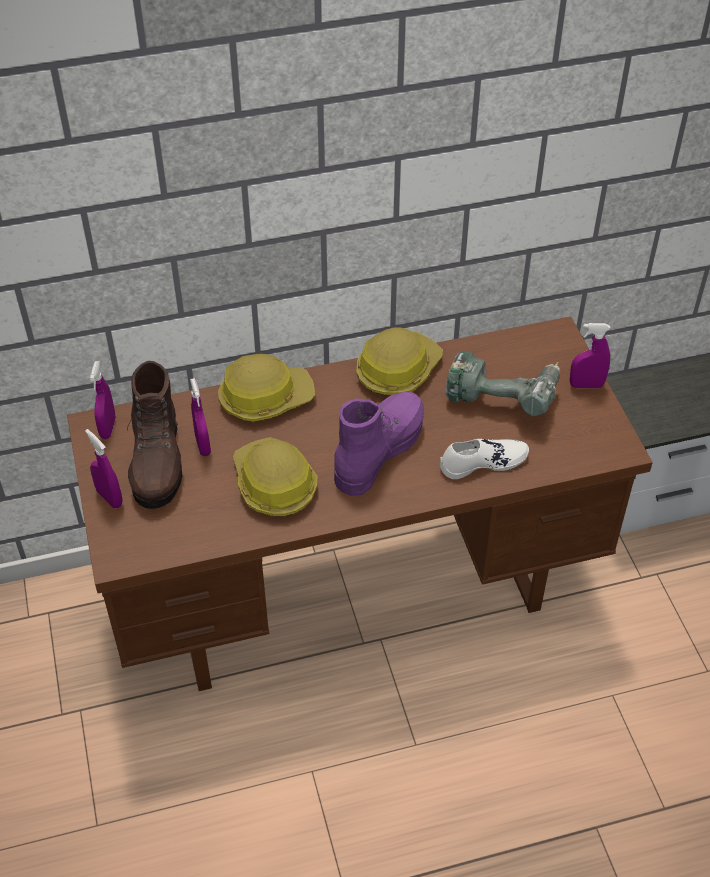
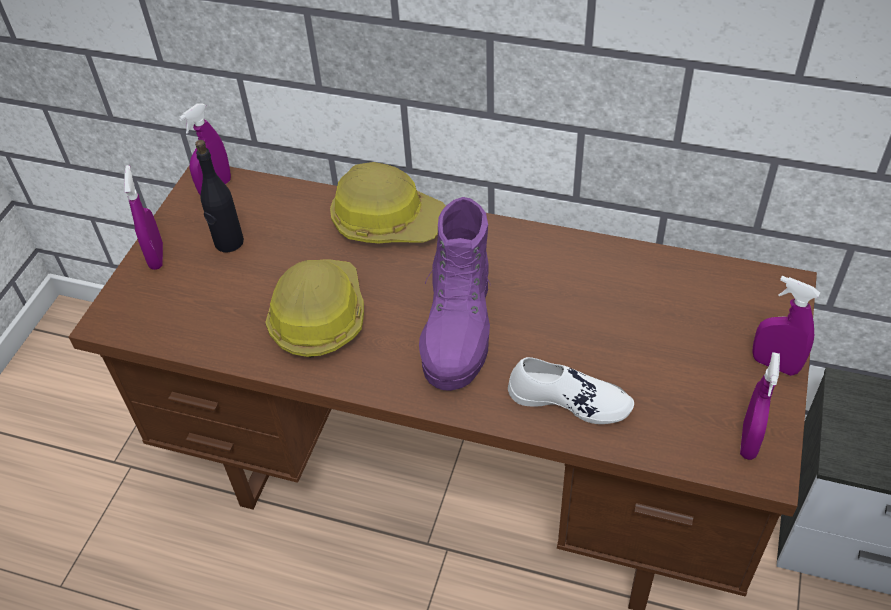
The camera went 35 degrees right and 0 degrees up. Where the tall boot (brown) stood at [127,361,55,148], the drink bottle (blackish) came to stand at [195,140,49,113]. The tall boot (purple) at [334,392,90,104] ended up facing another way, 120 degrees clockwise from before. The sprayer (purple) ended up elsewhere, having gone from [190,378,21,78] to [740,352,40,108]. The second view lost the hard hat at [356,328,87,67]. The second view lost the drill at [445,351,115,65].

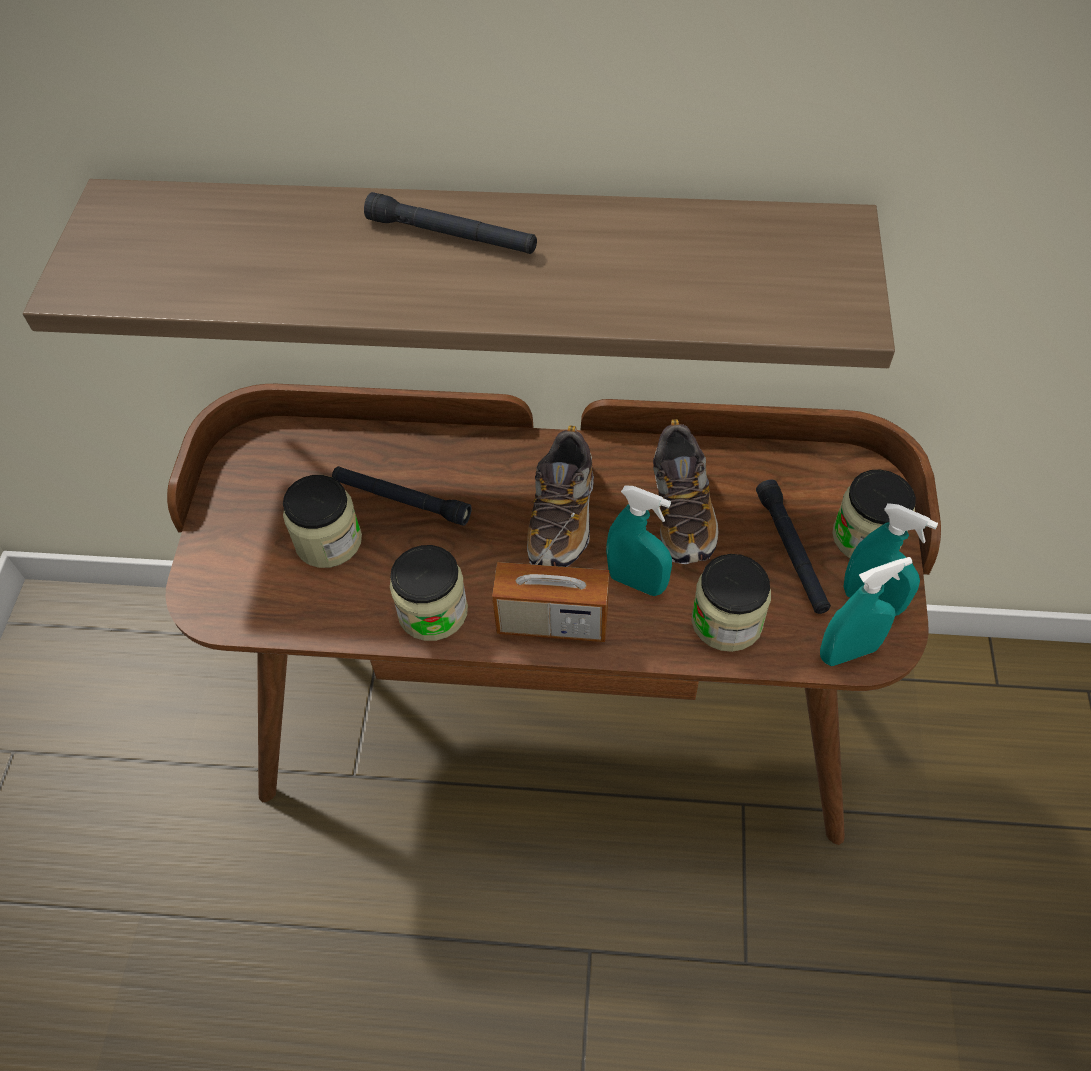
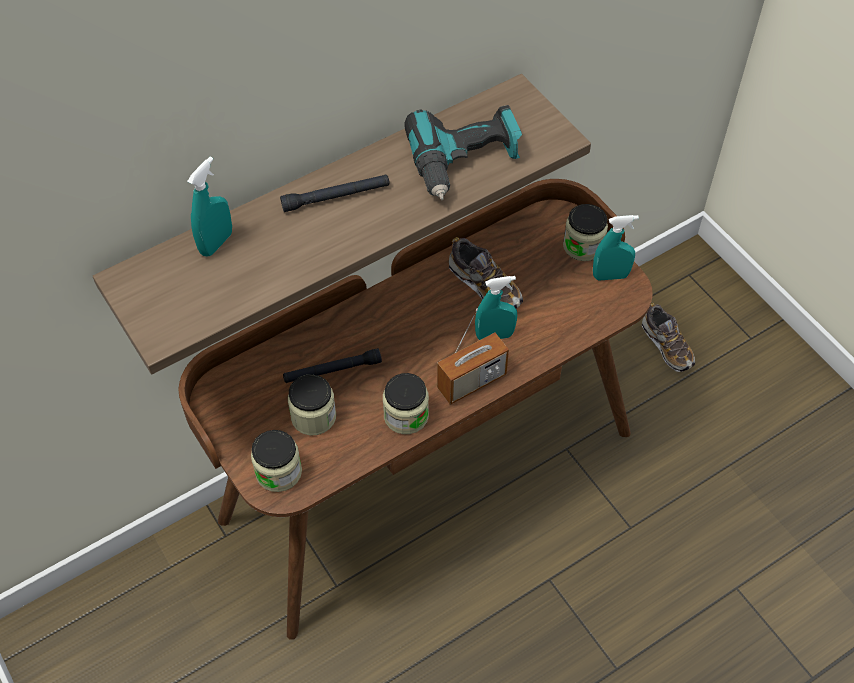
The camera went 40 degrees left and 0 degrees up. The sprayer (blue-green) ended up elsewhere, having gone from [820,557,93,109] to [187,156,45,101]. The storage jar ended up elsewhere, having gone from [692,554,79,98] to [251,430,51,62]. The second view gained the drill at [404,105,118,95]. The shoe ended up elsewhere, having gone from [527,425,67,142] to [641,303,54,69]. The second view lost the torch (blackish) at [756,479,75,135].

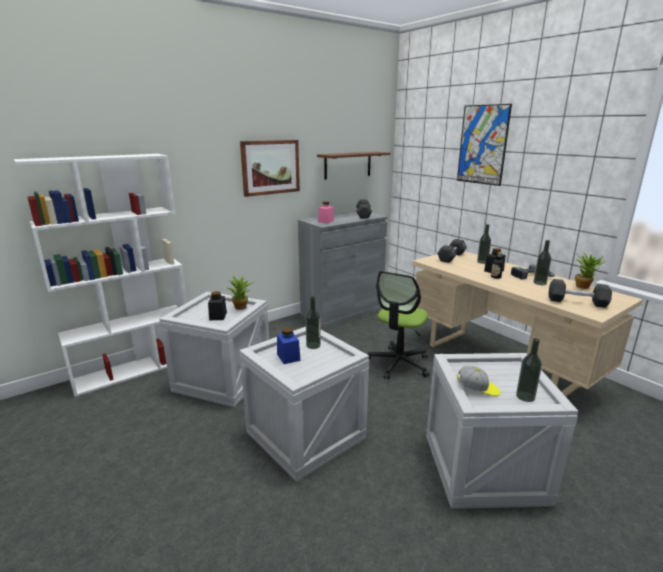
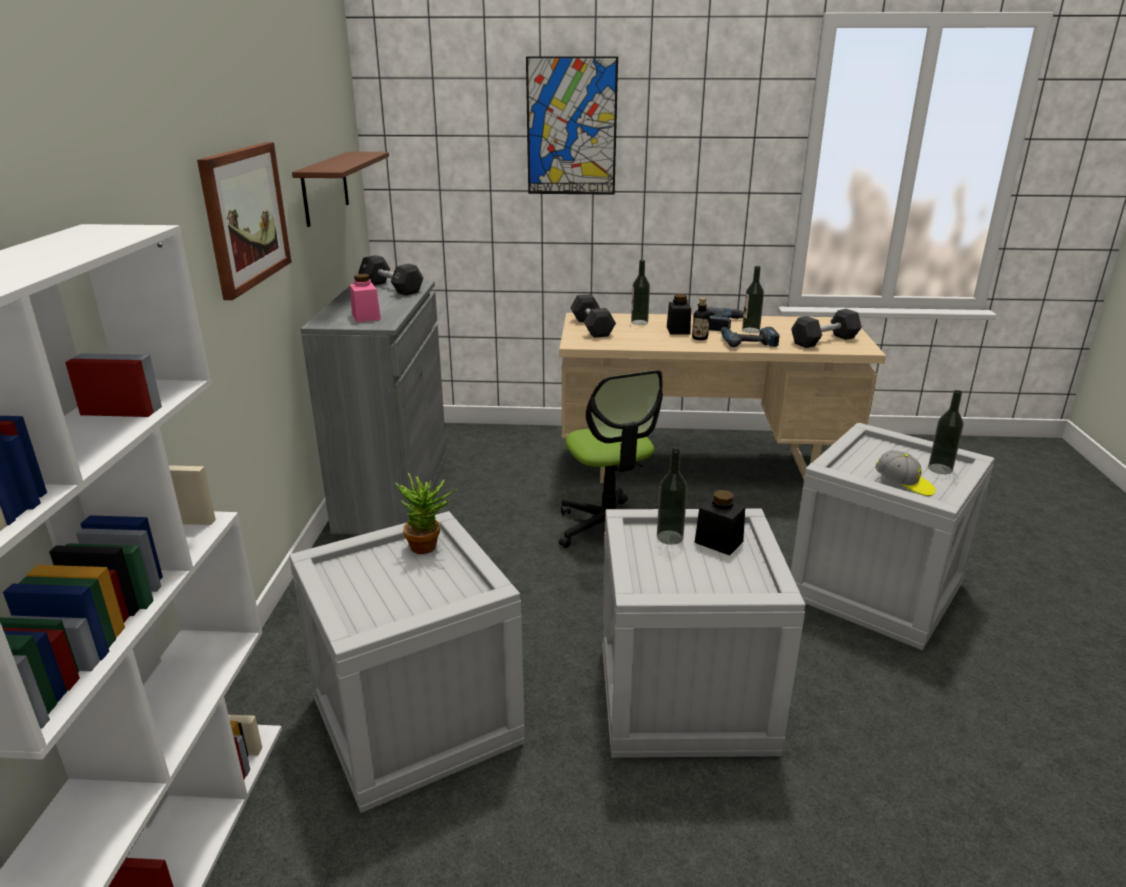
The camera went 50 degrees left and 5 degrees up. The storage jar (blackish) ended up elsewhere, having gone from [208,291,19,29] to [694,490,51,66]. The second view gained the drill at [721,327,59,20]. The cap at [457,366,43,30] ended up facing another way, 75 degrees clockwise from before. The second view lost the storage jar (blue-coloured) at [277,328,24,36]. The second view lost the potted plant at [575,253,30,36].

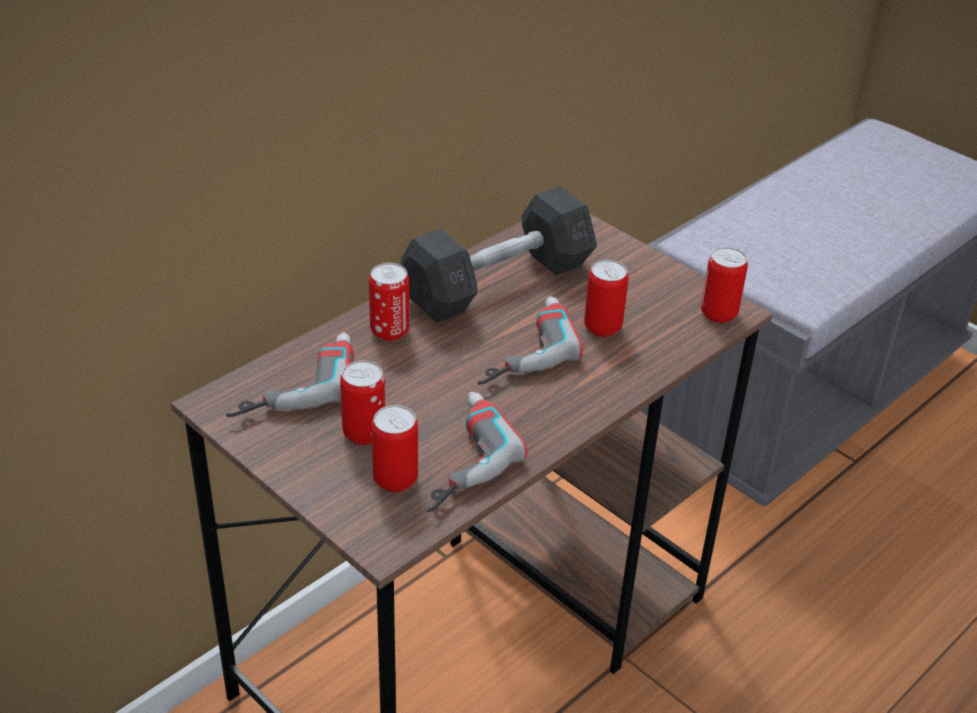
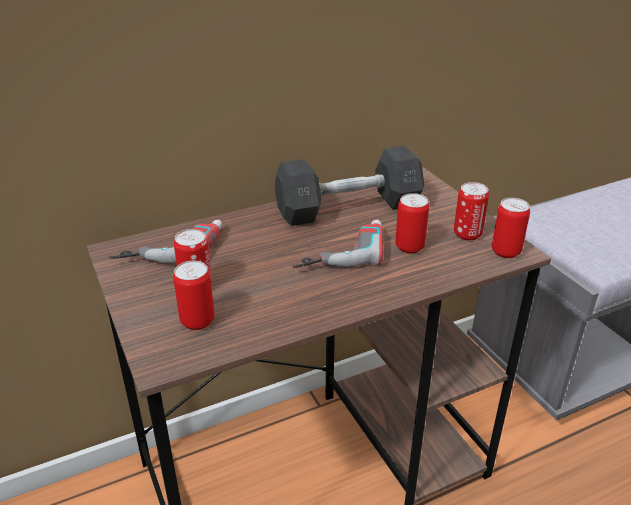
The camera went 20 degrees right and 5 degrees down. The metal can ended up elsewhere, having gone from [369,263,41,78] to [454,182,35,59]. The second view lost the drill at [427,392,101,120].

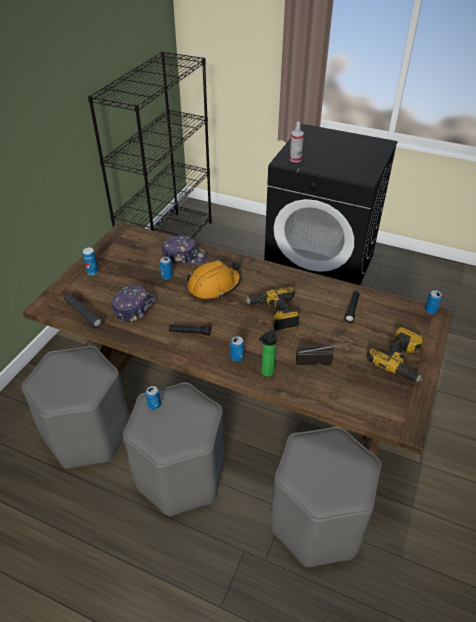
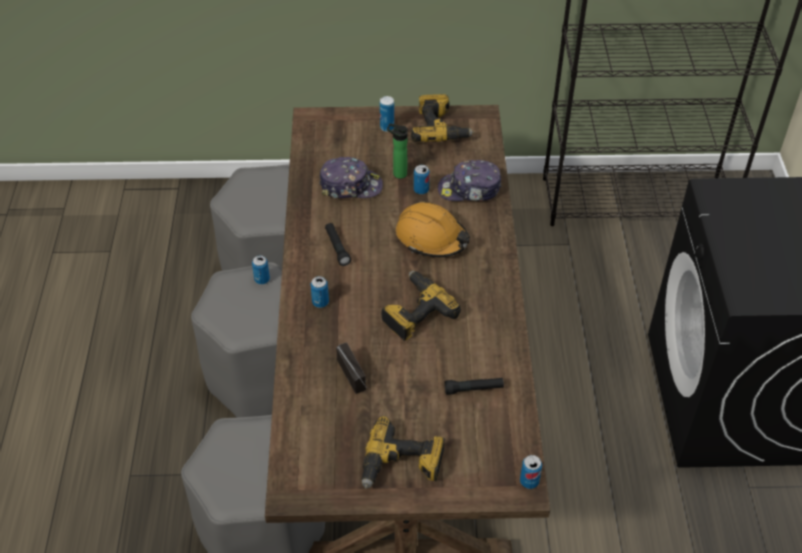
The camera went 65 degrees right and 5 degrees up. The drink bottle ended up elsewhere, having gone from [259,330,17,47] to [387,124,21,55]. The second view gained the drill at [411,94,63,48]. The cap at [162,235,45,30] ended up facing another way, 105 degrees clockwise from before. The second view lost the torch (greyish) at [64,293,39,36]. The second view lost the sprayer at [290,122,14,40].

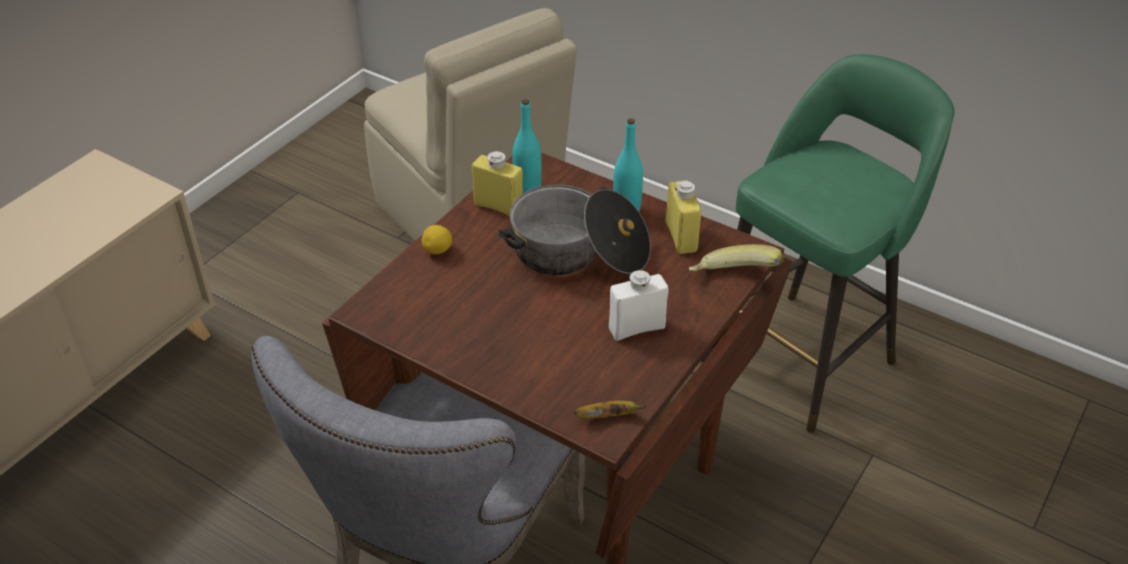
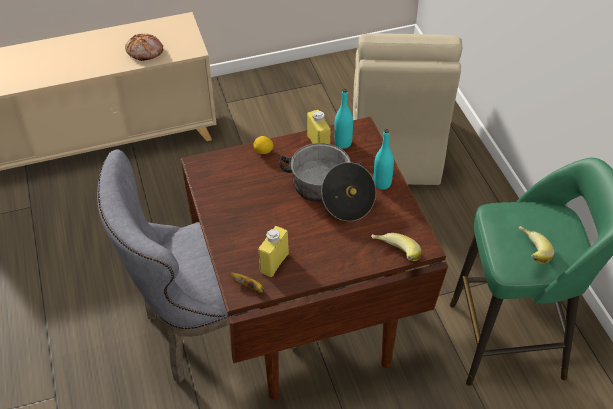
The camera went 40 degrees right and 5 degrees up. The second view gained the baked bread at [125,34,38,27]. The drink bottle (yellowish) ended up elsewhere, having gone from [666,180,35,74] to [259,226,30,51]. The second view gained the banana at [519,226,35,38]. The second view lost the drink bottle (white) at [609,270,59,71].

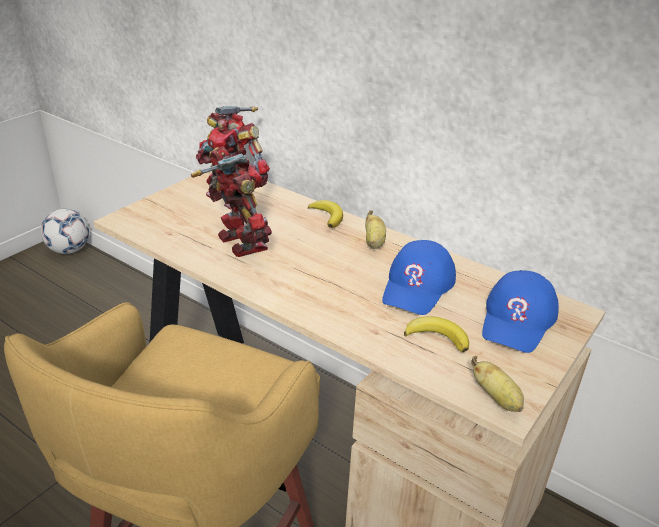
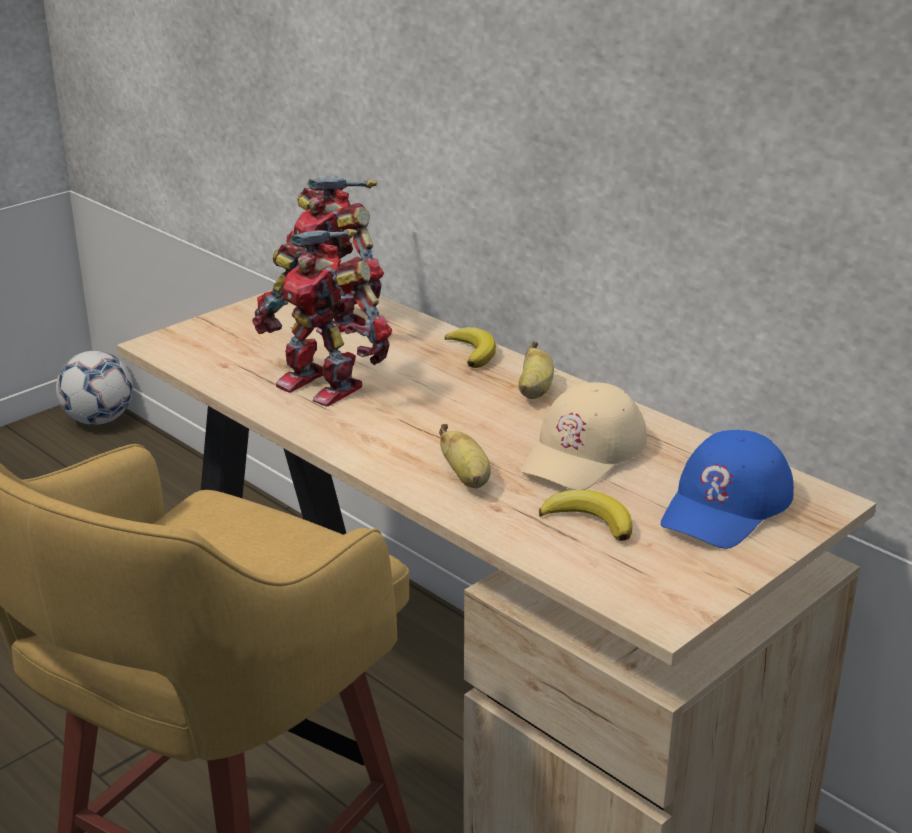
The camera went 10 degrees right and 5 degrees down. The toy robot at [191,146,81,111] ended up facing another way, 150 degrees clockwise from before. The banana ended up elsewhere, having gone from [471,356,53,56] to [439,424,52,64]. What was the cap (blue-coloured) at [382,240,74,75] turned into the cap (sand-coloured) at [520,382,127,108].

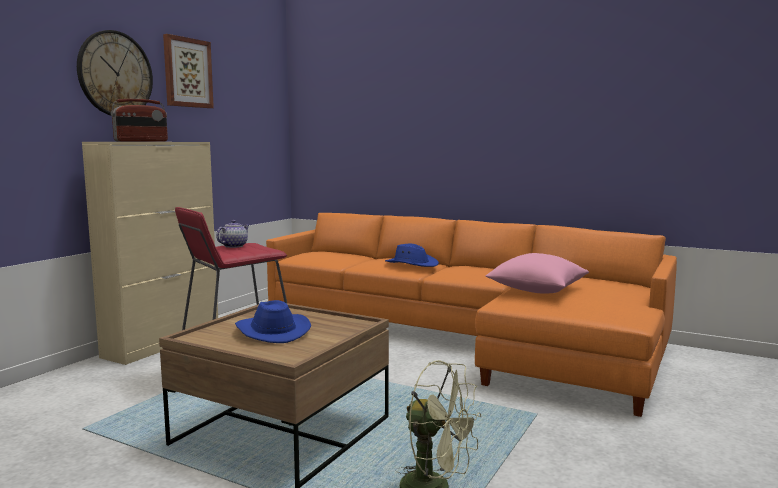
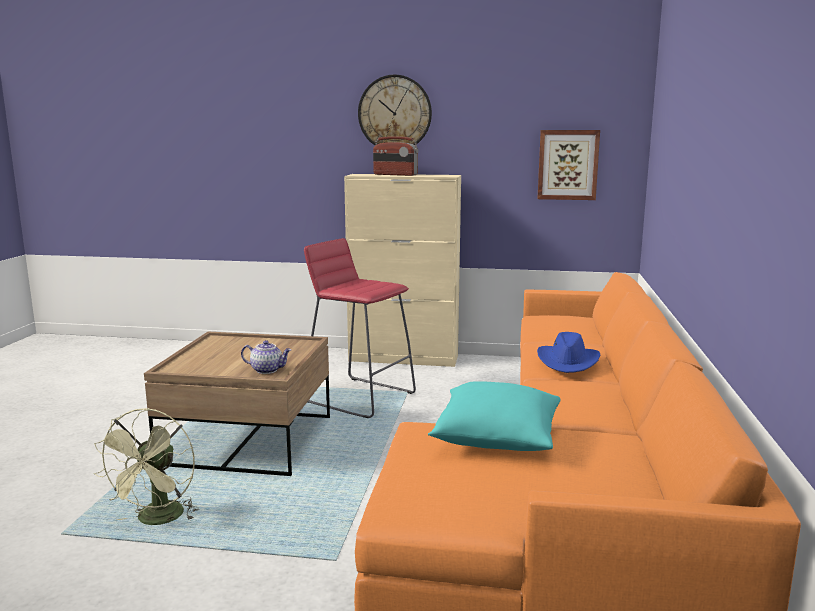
The camera went 70 degrees right and 5 degrees up. The tea pot ended up elsewhere, having gone from [216,220,34,28] to [241,340,50,34]. What was the pillow (pinkish) at [486,253,103,41] turned into the pillow (blue-green) at [428,381,132,70]. The wall picture ended up elsewhere, having gone from [163,34,51,74] to [537,130,63,70]. The second view lost the clothing hat (blue-coloured) at [235,300,76,43].

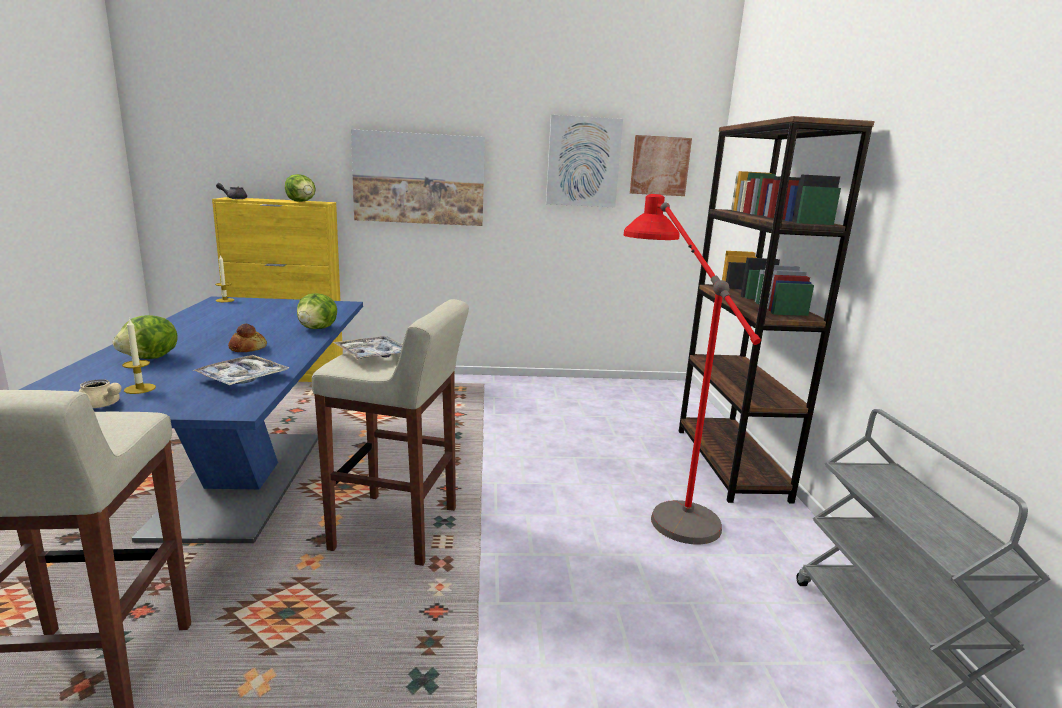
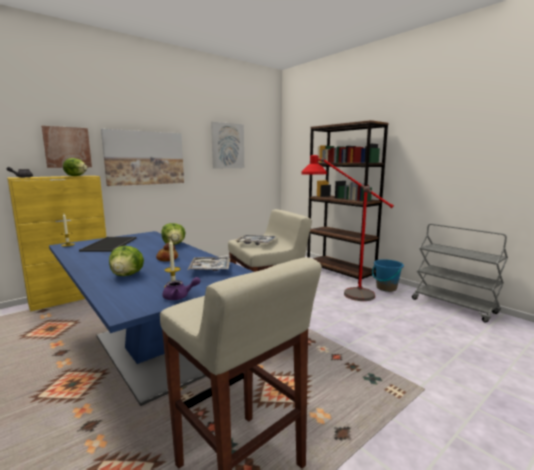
The camera went 35 degrees left and 5 degrees down. The wall picture ended up elsewhere, having gone from [630,135,62,61] to [41,126,51,42]. The second view gained the serving tray at [79,237,58,15]. What was the tea pot (sand-coloured) at [78,379,44,29] turned into the tea pot (purple) at [162,277,39,23]. The second view gained the pail (blue-coloured) at [372,259,32,33].

